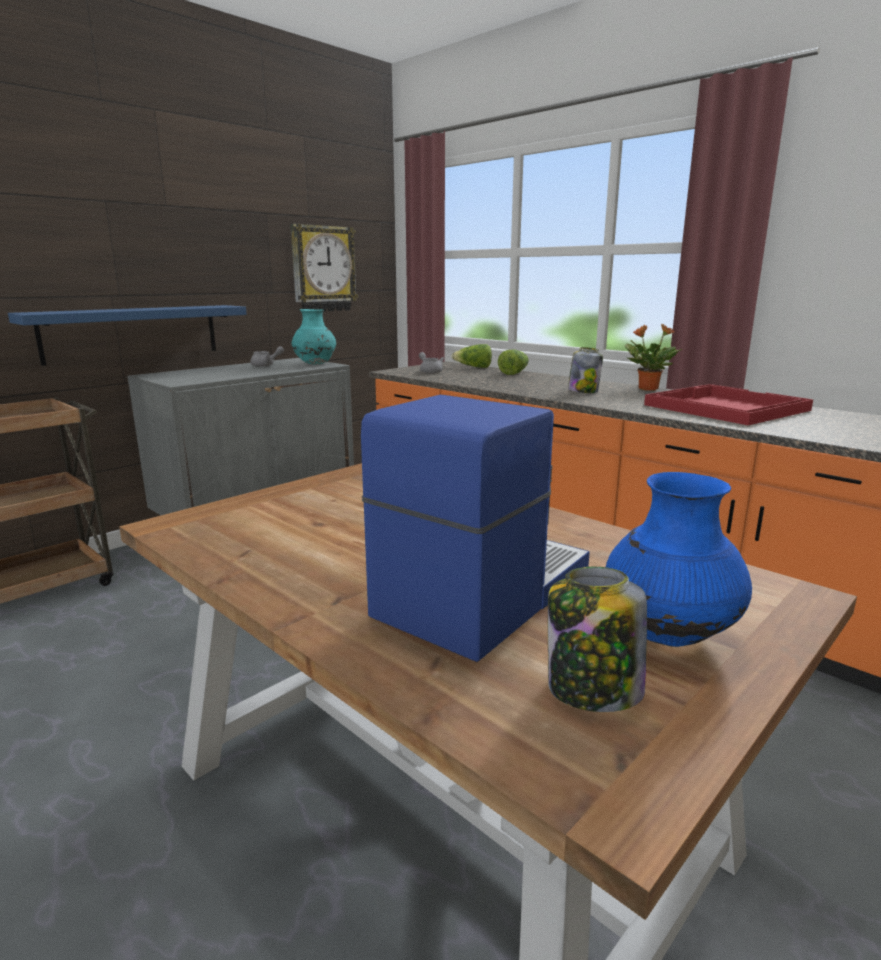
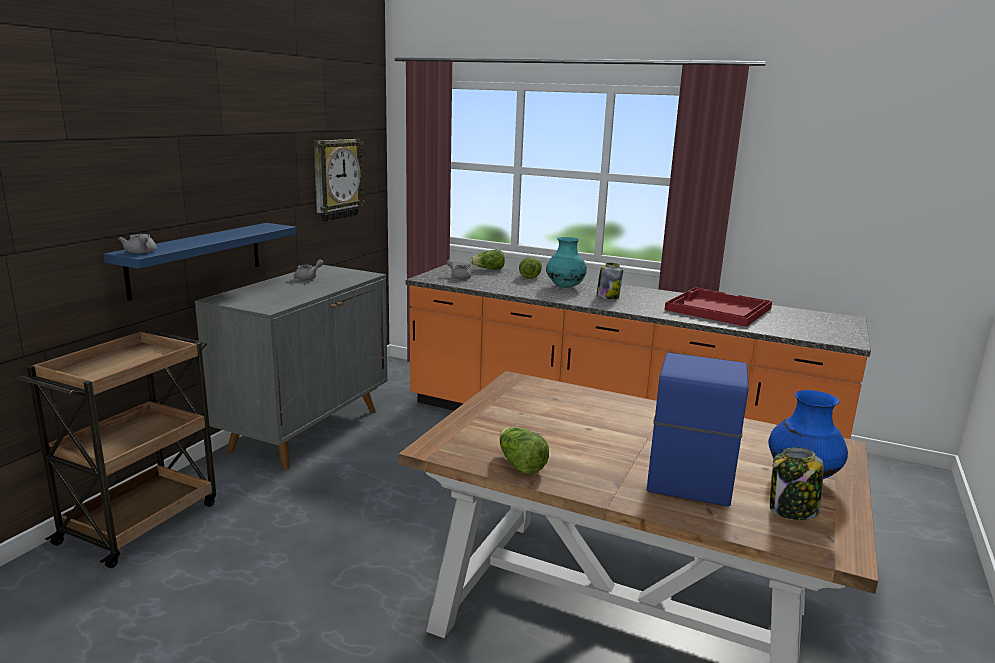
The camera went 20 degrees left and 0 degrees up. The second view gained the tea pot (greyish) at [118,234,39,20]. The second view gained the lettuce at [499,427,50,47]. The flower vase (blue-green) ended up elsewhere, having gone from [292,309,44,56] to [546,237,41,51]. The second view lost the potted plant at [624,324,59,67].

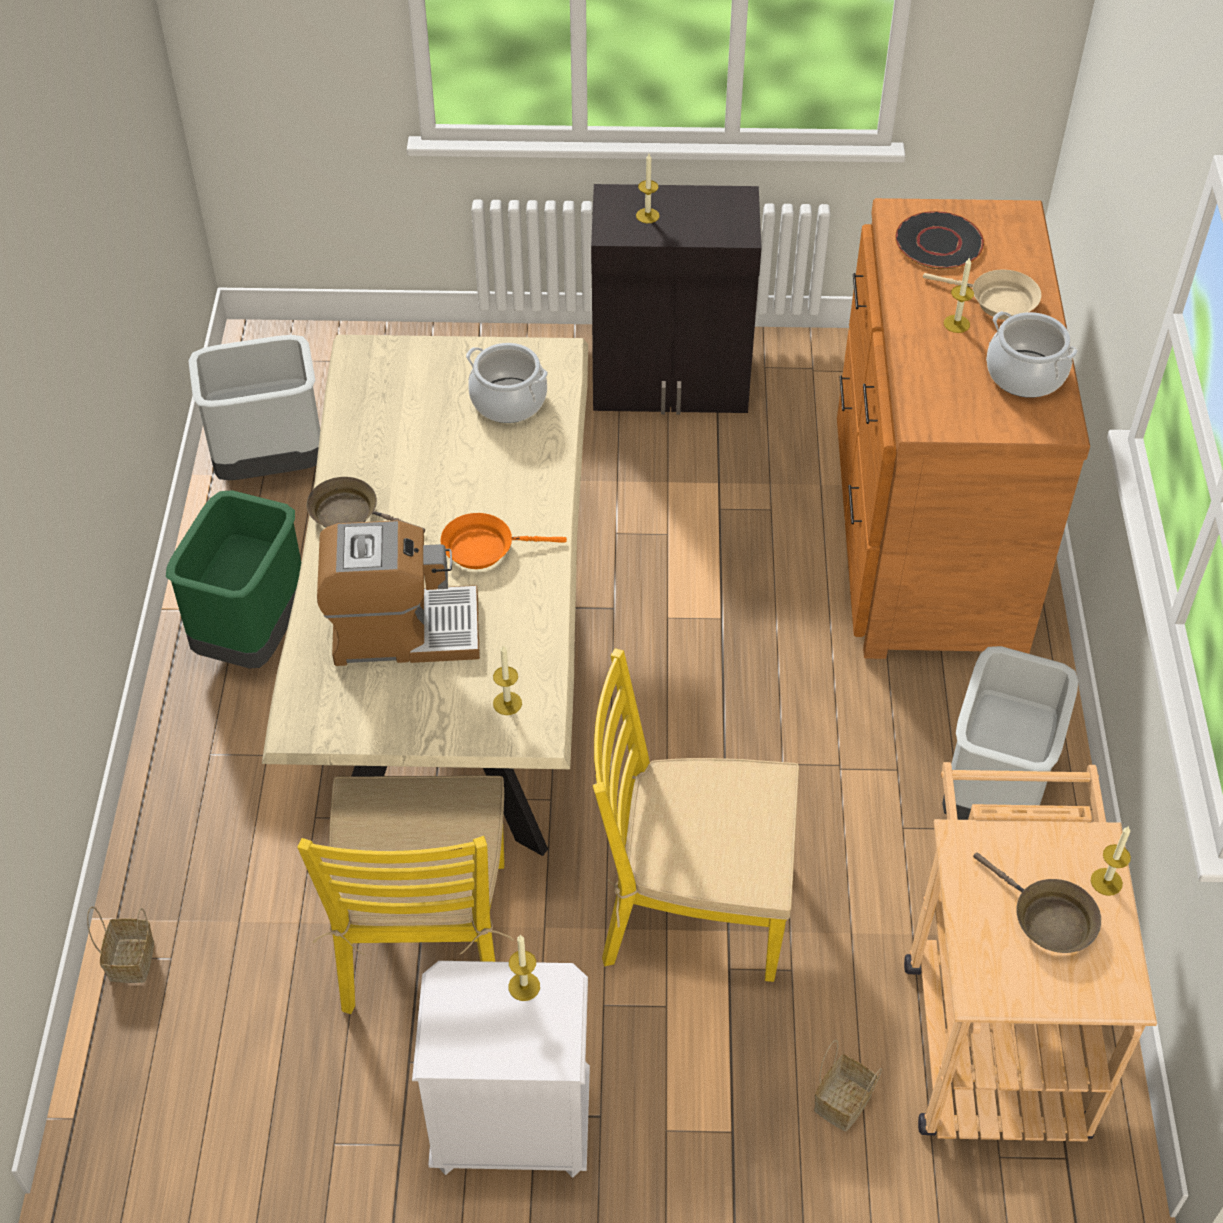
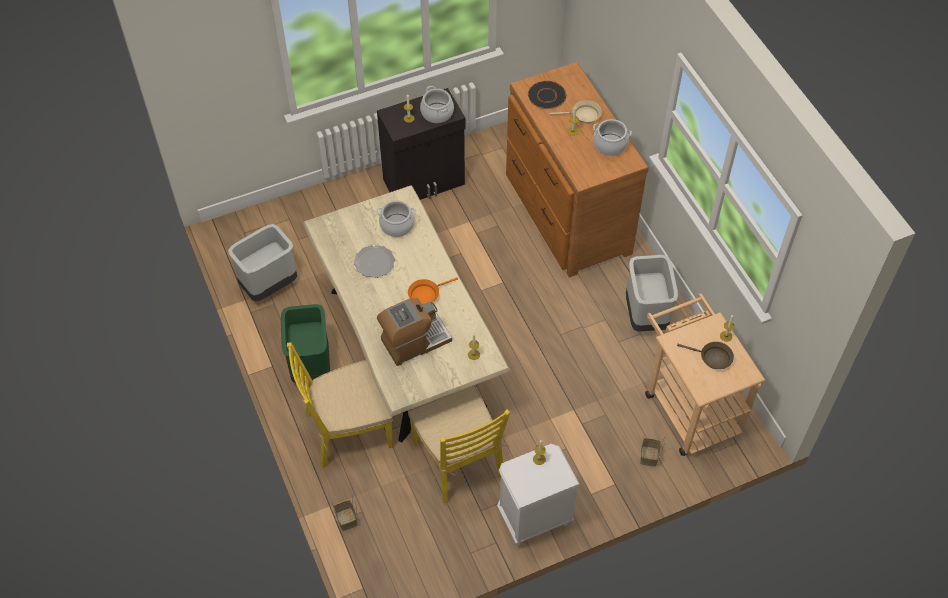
The camera went 25 degrees left and 5 degrees up. The plain chair (yellowish) ended up elsewhere, having gone from [593,648,206,334] to [287,342,106,126]. The second view gained the plate at [354,245,41,33]. The second view gained the stockpot at [420,86,34,37]. The second view lost the frying pan (brown) at [307,477,118,55].

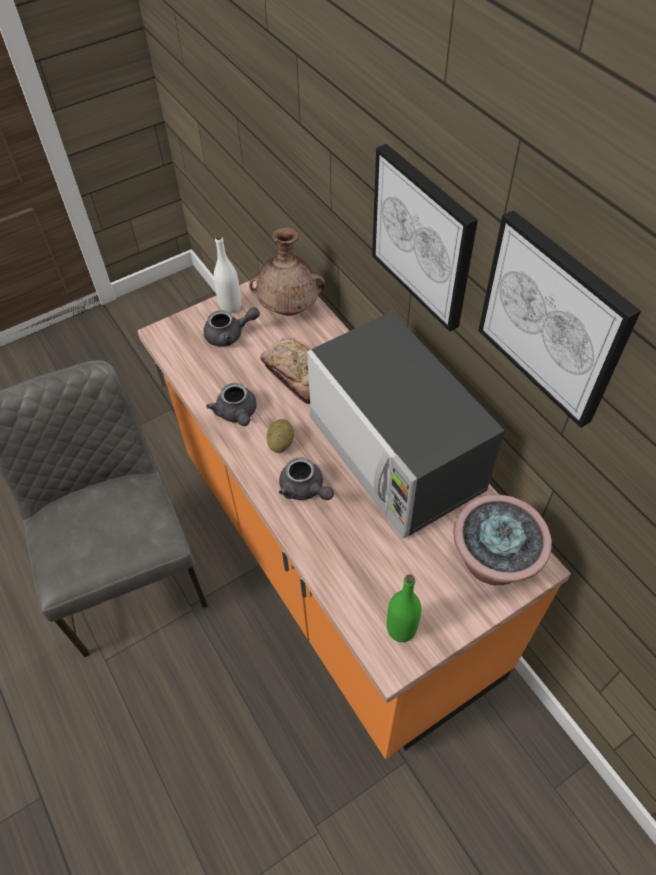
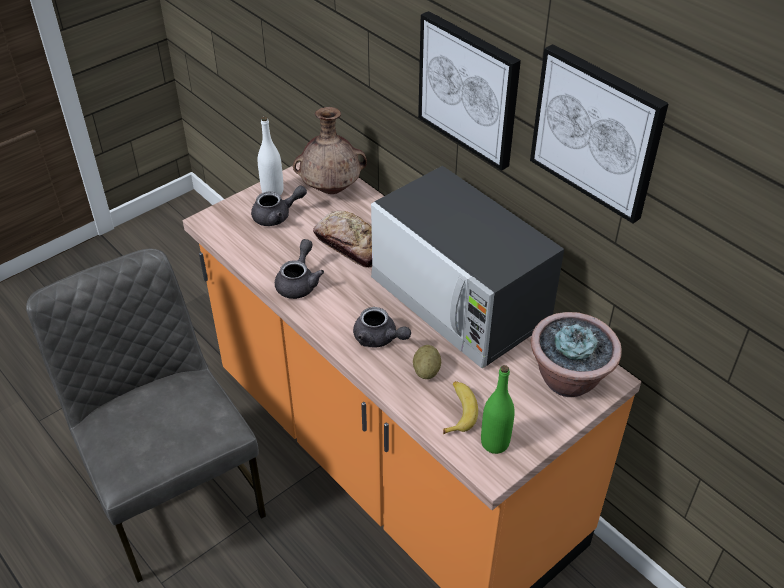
The camera went 10 degrees left and 10 degrees down. The tea pot (greyish) at [206,383,51,43] ended up facing another way, 135 degrees counterclockwise from before. The whole potato ended up elsewhere, having gone from [267,419,27,34] to [413,345,28,34]. The second view gained the banana at [443,381,35,54].

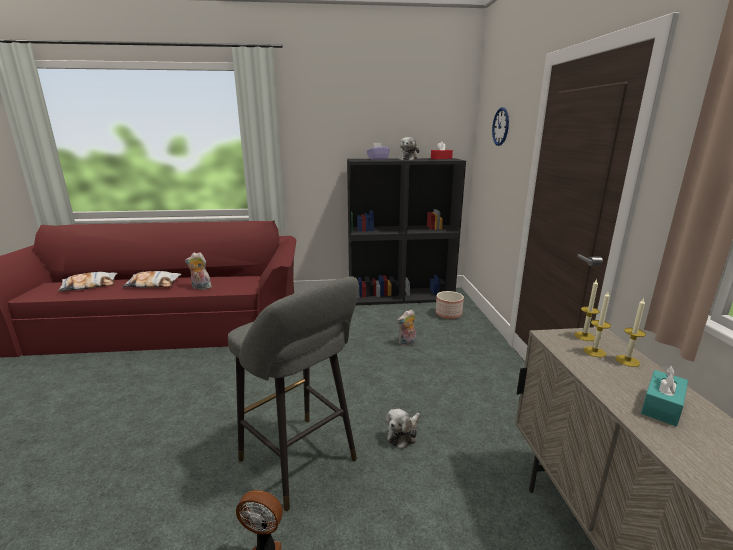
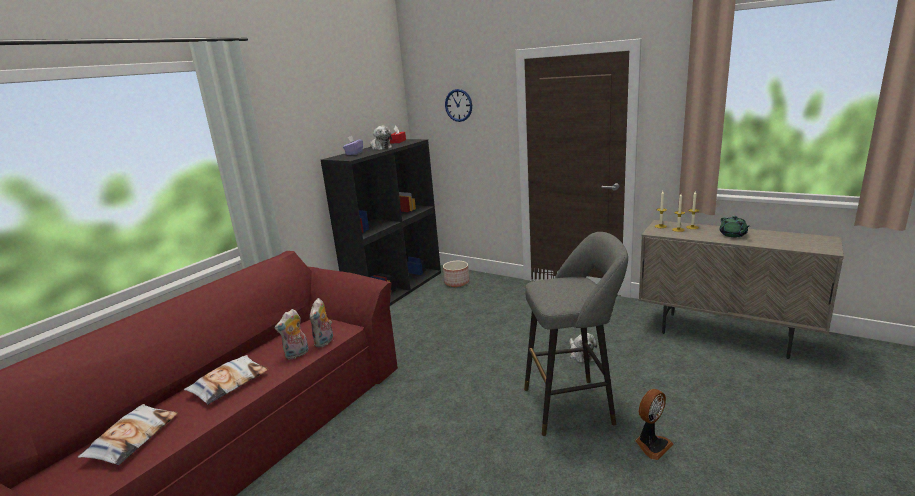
The camera went 50 degrees left and 0 degrees up. The cuddly toy ended up elsewhere, having gone from [397,310,19,36] to [309,298,24,49]. Where the tissue holder (blue-green) stood at [641,365,47,61], the tea pot (green) came to stand at [720,216,30,21].

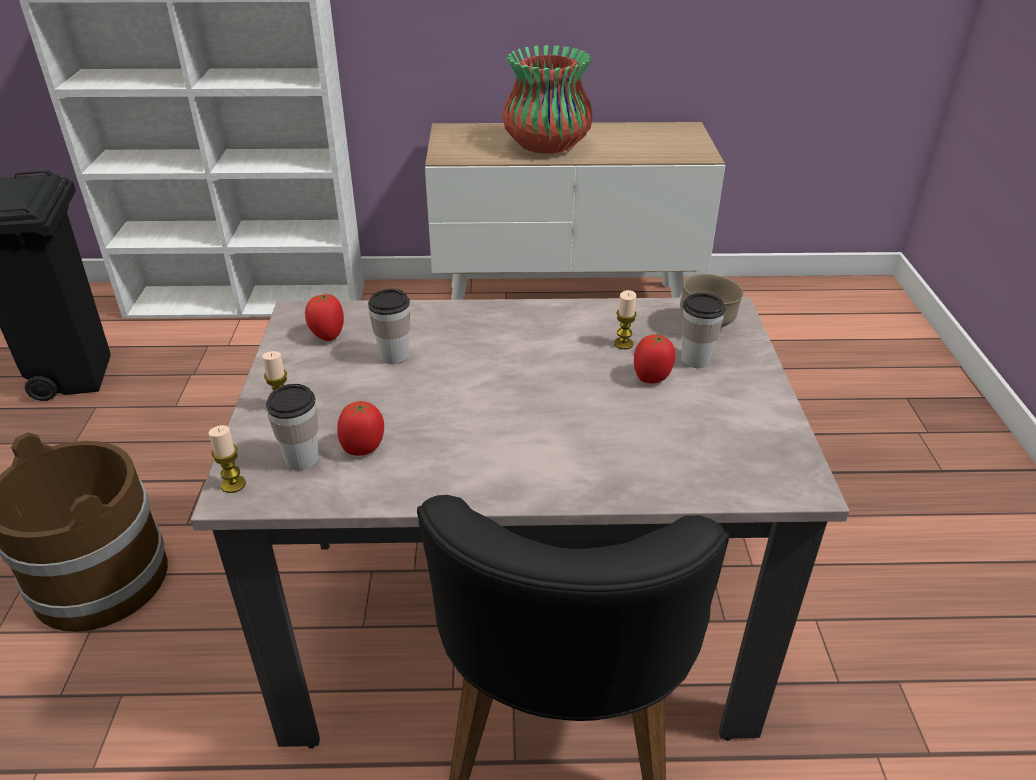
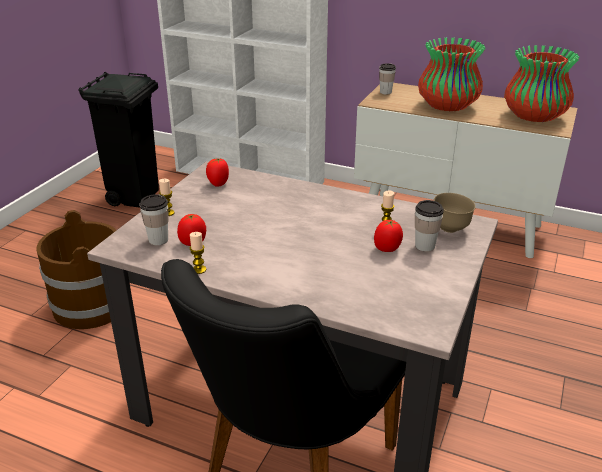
The camera went 25 degrees right and 5 degrees down. The wax candle ended up elsewhere, having gone from [209,425,37,68] to [190,232,16,42]. The cup ended up elsewhere, having gone from [368,289,42,75] to [379,63,17,32]. The second view gained the flower vase at [504,45,75,77].

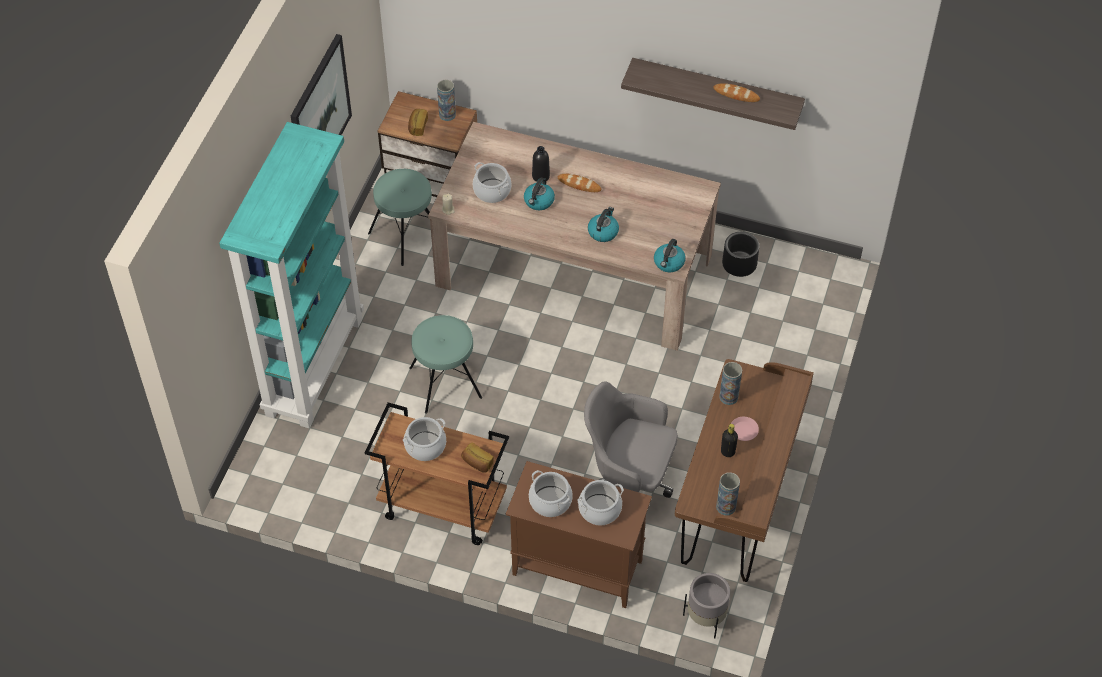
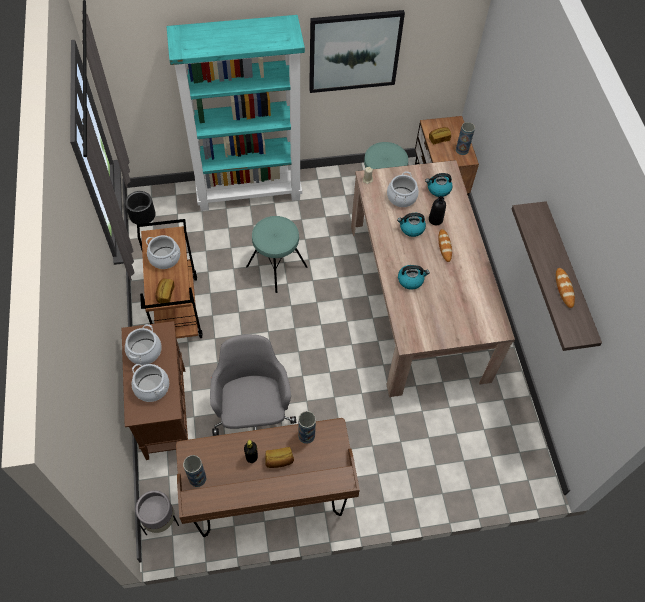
The camera went 60 degrees right and 5 degrees up. The plant pot (blackish) ended up elsewhere, having gone from [722,232,37,45] to [125,191,30,34]. Where the plate (pinkish) stood at [731,417,28,24], the baked bread came to stand at [265,447,29,21]. The kettle ended up elsewhere, having gone from [654,239,32,33] to [425,173,27,24].

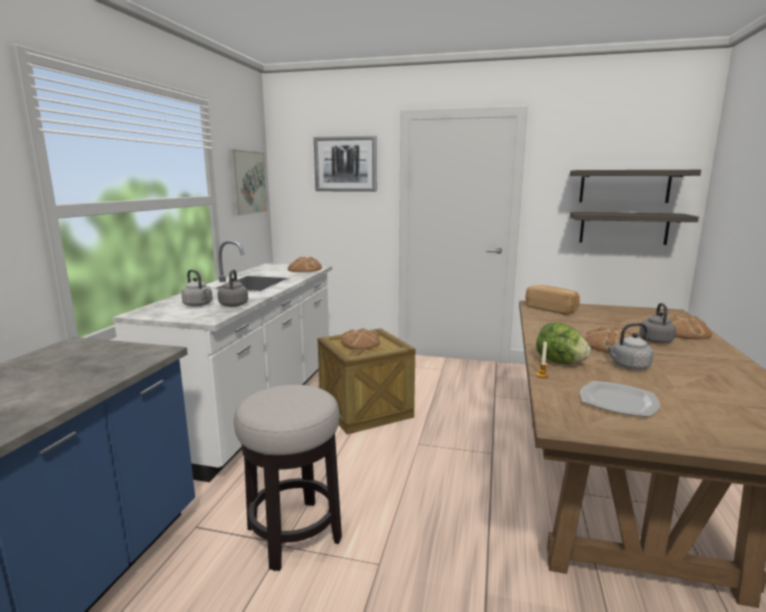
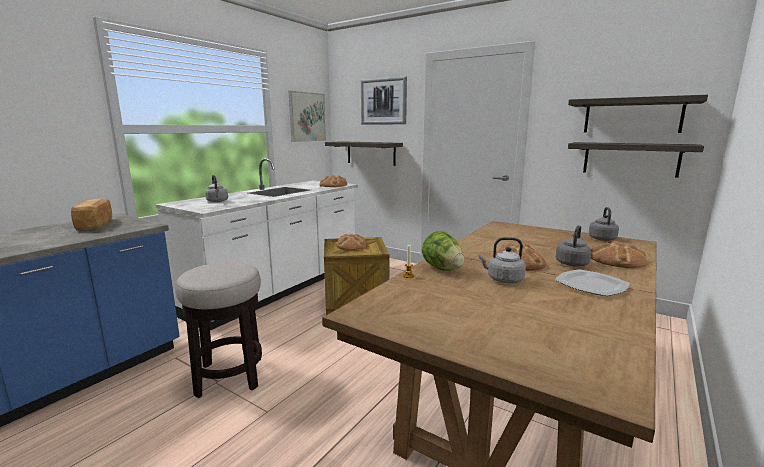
The camera went 20 degrees right and 0 degrees up. The baked bread ended up elsewhere, having gone from [525,285,55,30] to [71,199,41,31]. The second view gained the shelf at [325,141,78,25]. The plate ended up elsewhere, having gone from [580,381,80,36] to [555,269,74,27]. The kettle (greyish) ended up elsewhere, having gone from [218,269,30,38] to [589,207,30,34].

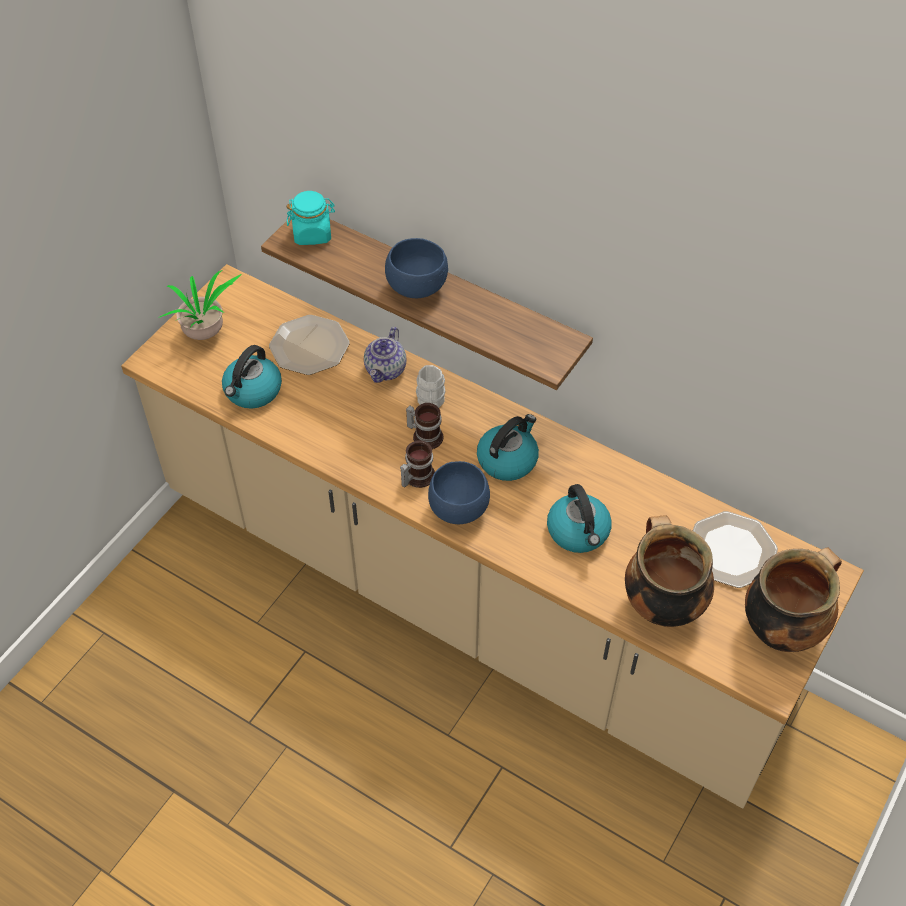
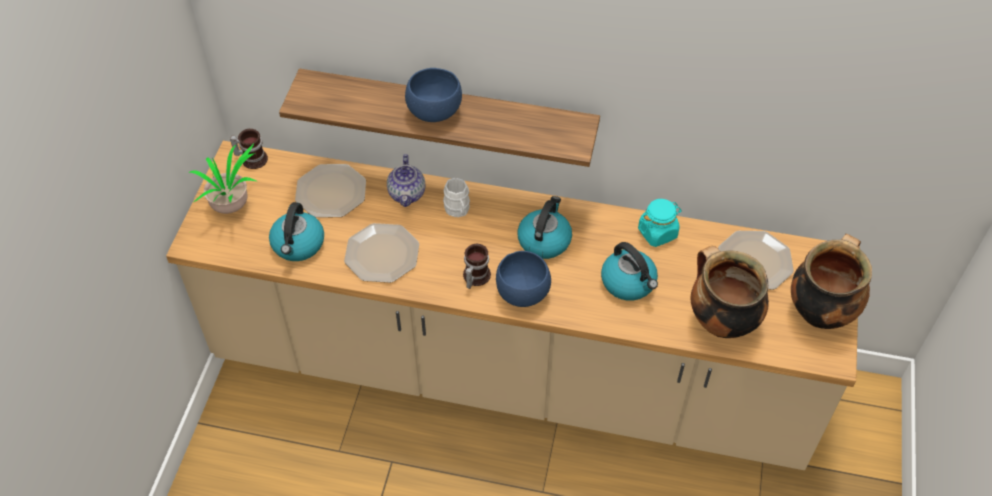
The camera went 20 degrees left and 0 degrees up. The coffee mug ended up elsewhere, having gone from [406,403,37,46] to [230,129,38,40]. The second view gained the plate at [344,223,75,60]. The storage jar (blue-green) ended up elsewhere, having gone from [286,191,49,54] to [638,199,44,48].

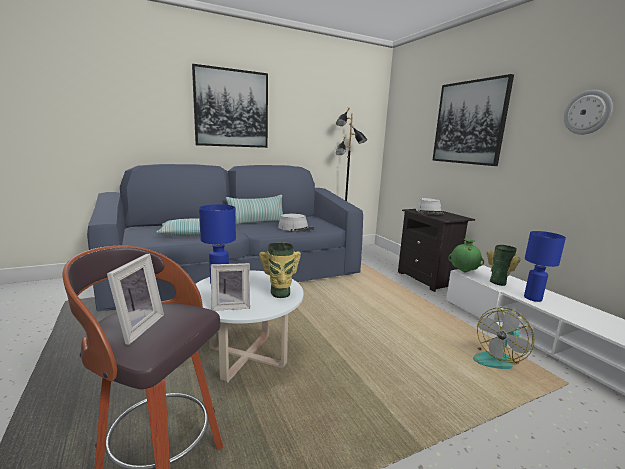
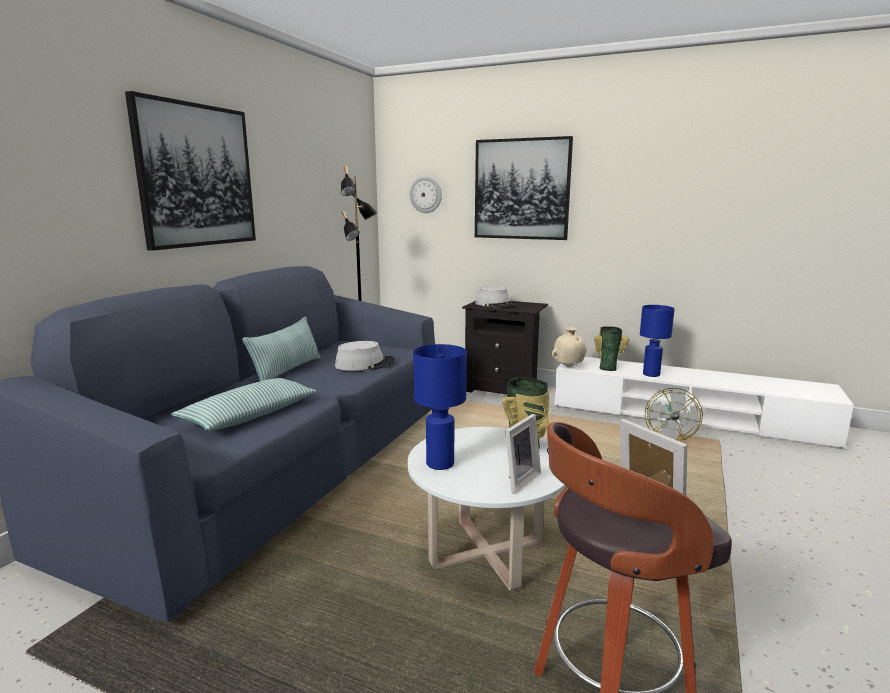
The camera went 40 degrees left and 0 degrees up. The wall clock ended up elsewhere, having gone from [564,90,49,45] to [410,177,32,36]. What was the flower vase (green) at [448,238,36,35] turned into the flower vase (sand-coloured) at [552,327,35,40].

